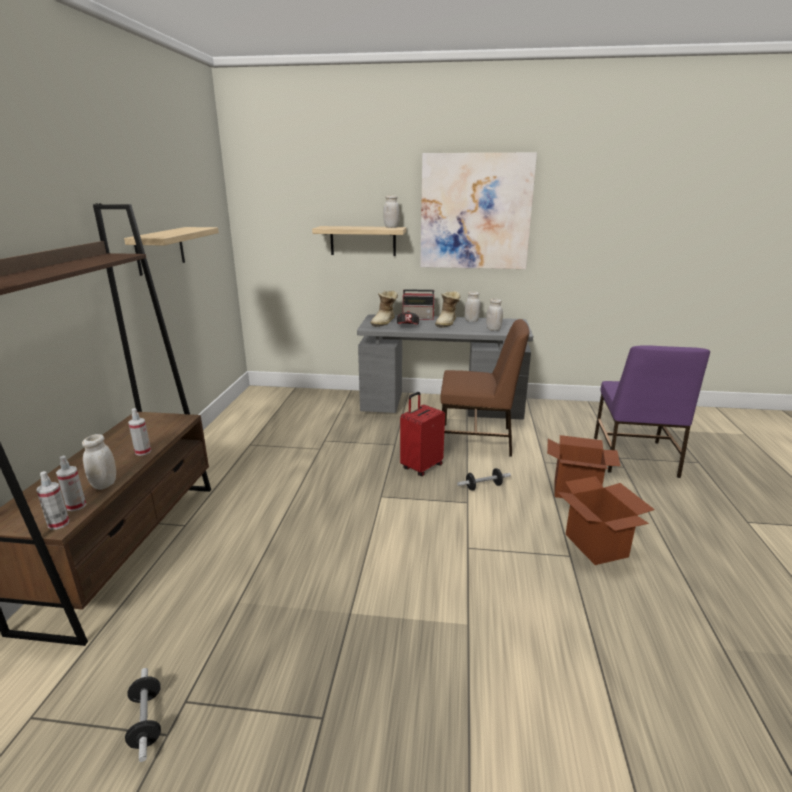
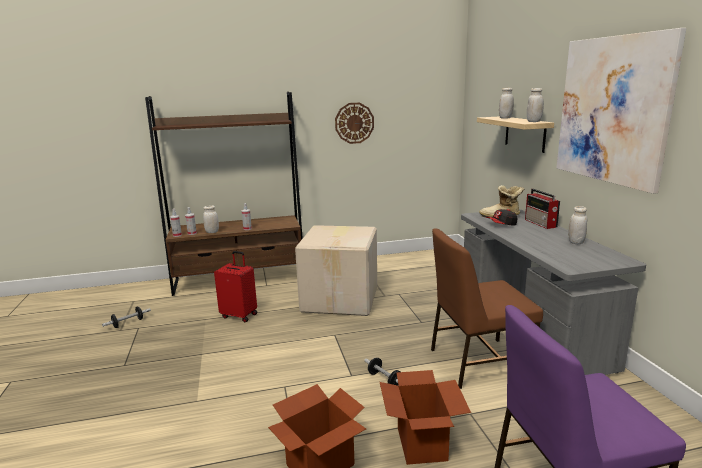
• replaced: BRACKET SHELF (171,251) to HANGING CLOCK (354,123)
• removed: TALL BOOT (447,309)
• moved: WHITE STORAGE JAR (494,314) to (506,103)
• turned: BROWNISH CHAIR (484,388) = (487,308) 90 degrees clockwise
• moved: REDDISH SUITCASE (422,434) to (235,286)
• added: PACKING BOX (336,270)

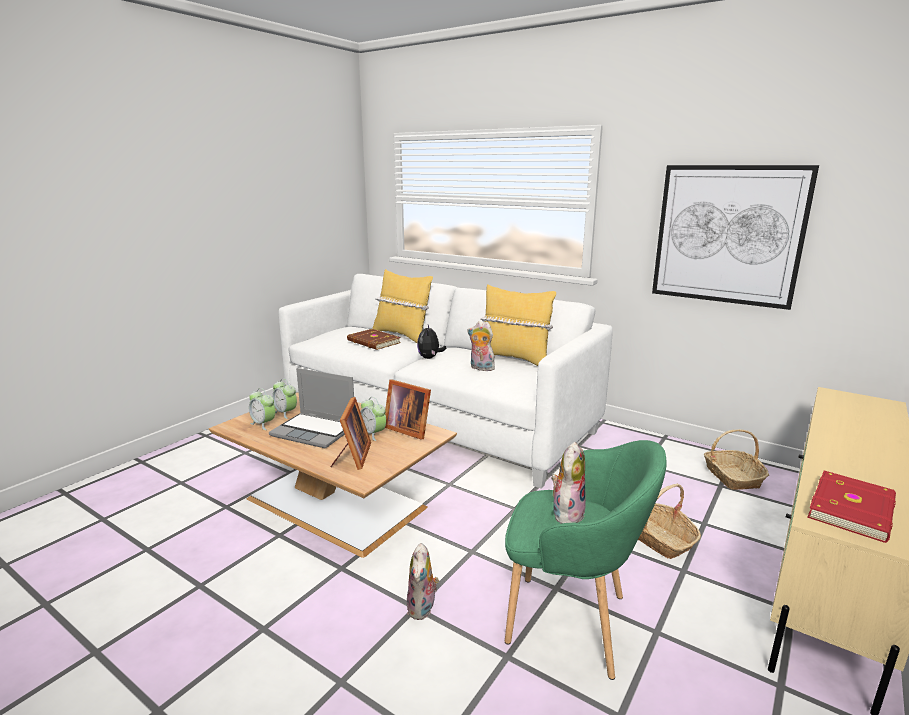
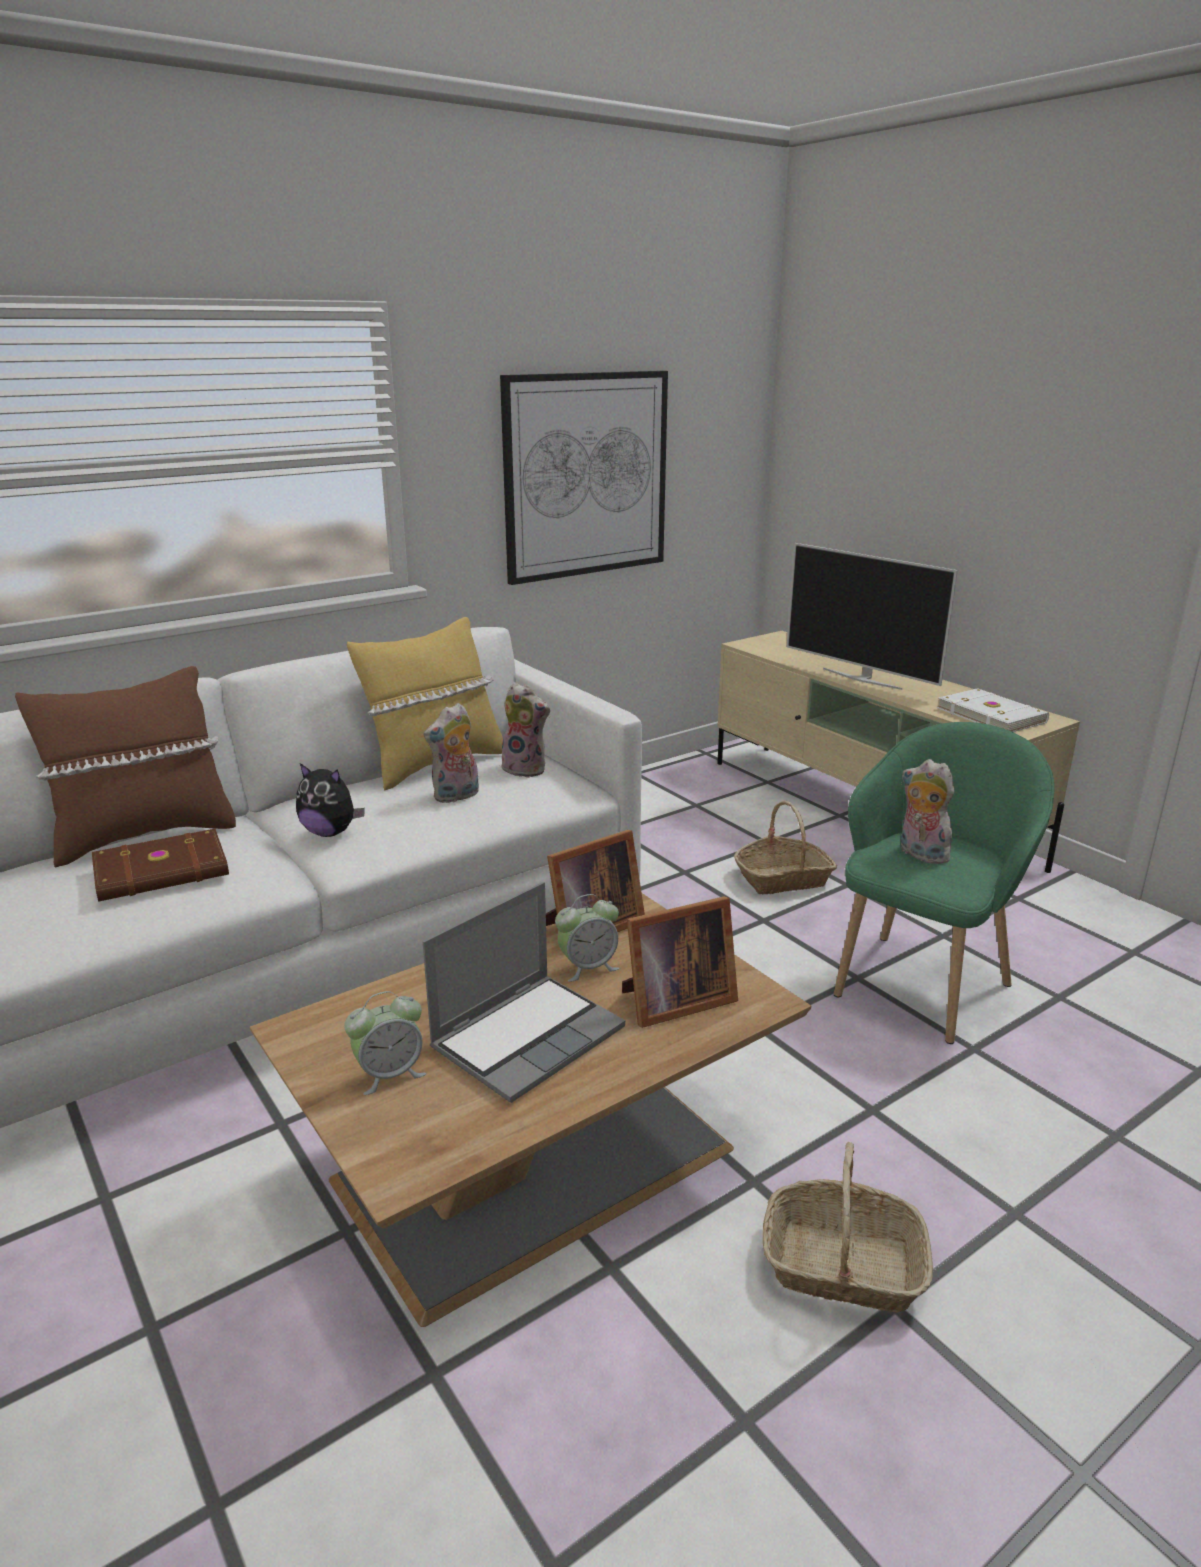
• recoloured: YELLOW-COLOURED PILLOW (402,306) to BROWNISH PILLOW (125,767)
• removed: ALARM CLOCK (262,409)
• turned: PHOTO FRAME (351,433) = (680,962) 135 degrees clockwise
• moved: STORAGE BASKET (736,459) to (848,1227)
• recoloured: REDDISH VOLUME (851,506) to WHITE VOLUME (993,710)
• moved: CUDDLY TOY (423,581) to (524,730)
• added: TELEVISION (872,616)

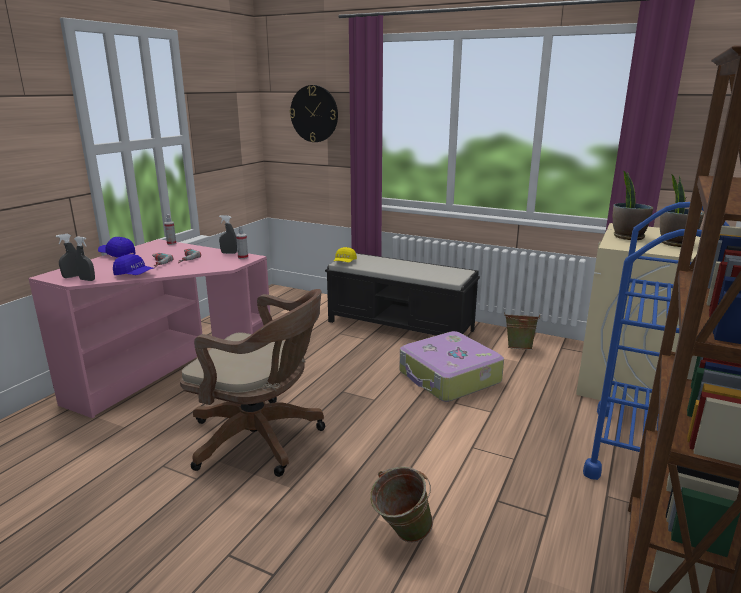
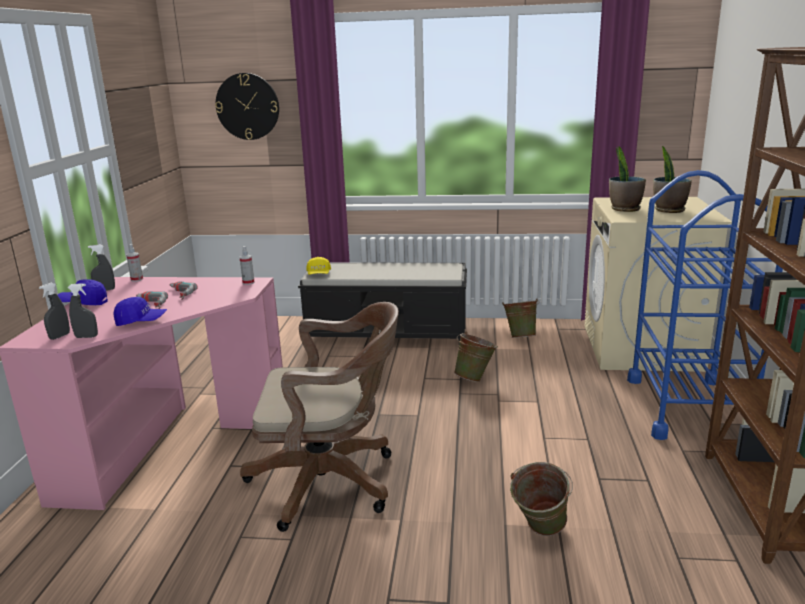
• moved: GREYISH SPRAY BOTTLE (228,234) to (101,268)
• replaced: SUITCASE (451,366) to GREEN-COLOURED PAIL (476,357)

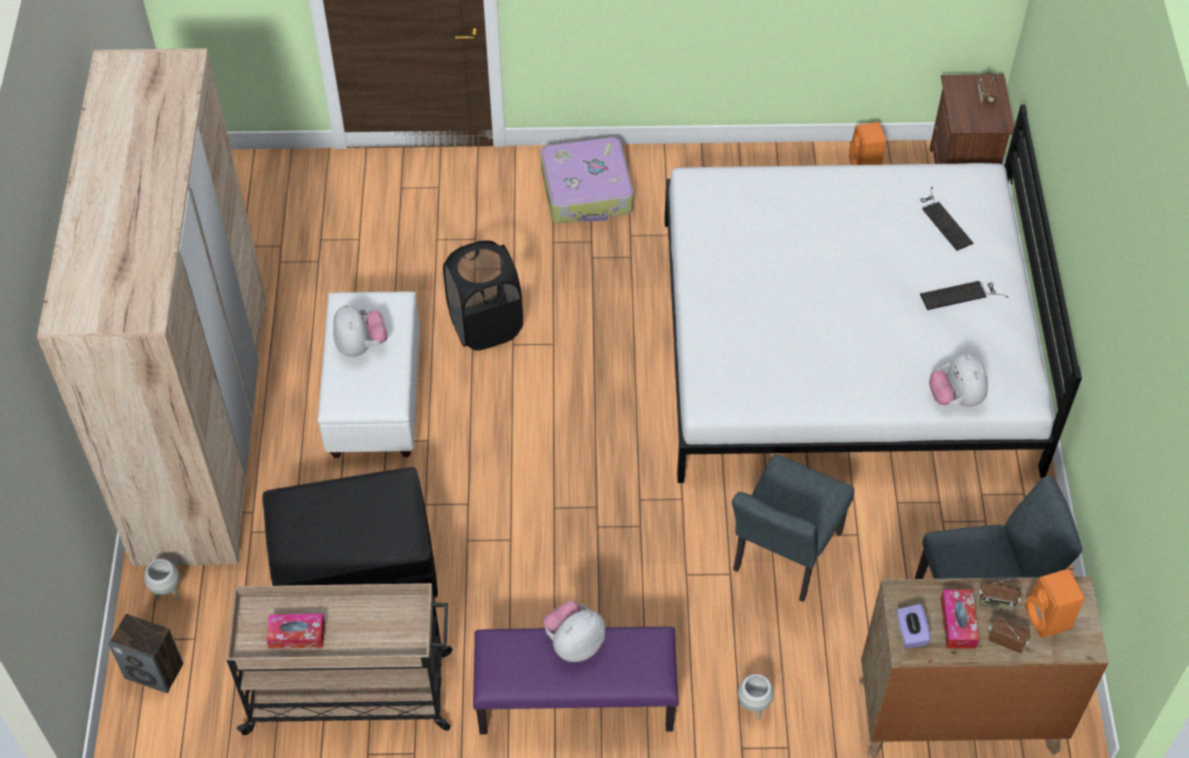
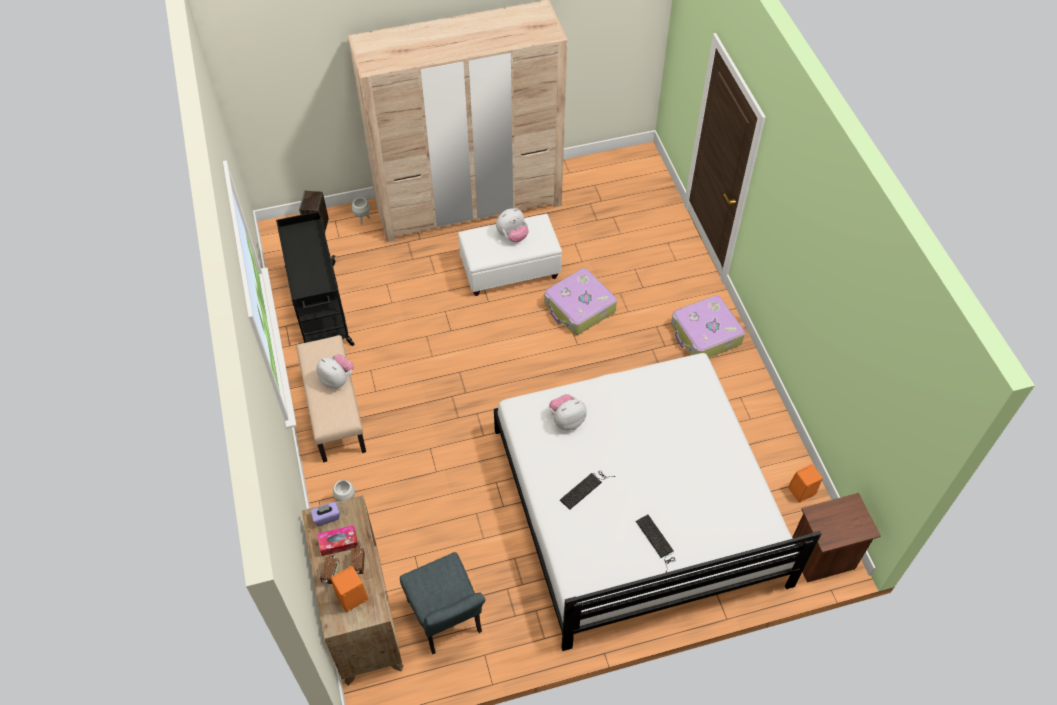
• removed: RADIO SET (988,88)
• moved: PC KEYBOARD (946,218) to (587,490)
• replaced: BLACK-COLOURED HAMPER (483,295) to SUITCASE (580,301)
• moved: CUDDLY TOY (958,379) to (568,412)
• removed: GREYISH CHAIR (793,527)
• removed: BLACK-COLOURED FOOTREST (350,533)
• recoloured: BEIGE-COLOURED TROLLEY (339,659) to BLACK-COLOURED TROLLEY (315,278)
• removed: TISSUE HOLDER (295,631)
• recoloured: PURPLISH LONG SEAT (575,680) to BEIGE-COLOURED LONG SEAT (331,398)

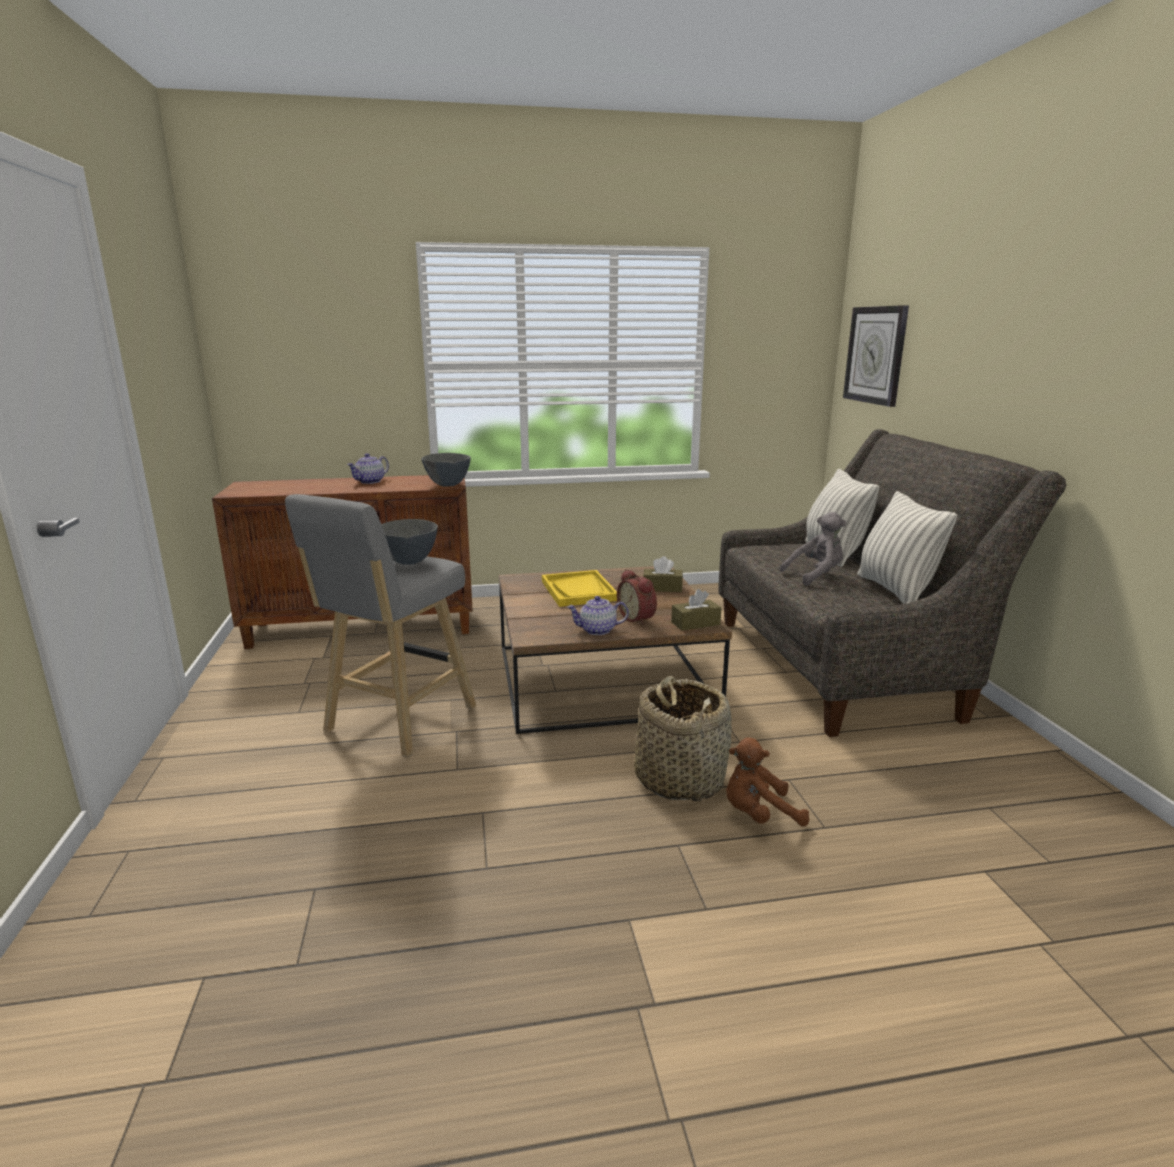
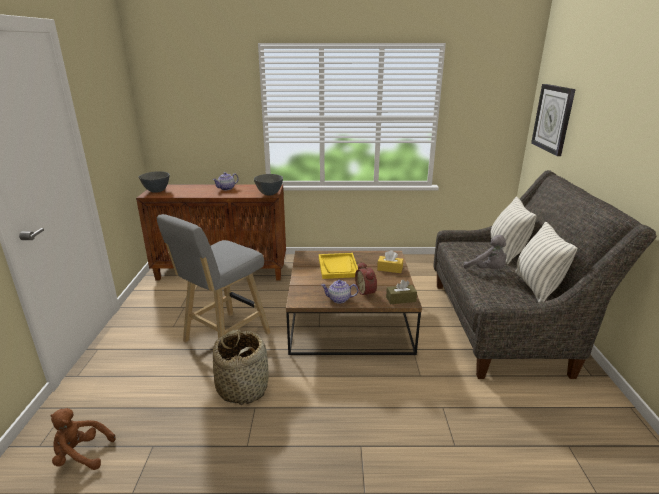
• turned: GREYISH CUDDLY TOY (813,549) = (484,252) 60 degrees clockwise
• moved: GREYISH BOWL (409,542) to (154,182)
• recoloured: BROWNISH TISSUE HOLDER (663,574) to YELLOW-COLOURED TISSUE HOLDER (390,261)
• moved: STORAGE BASKET (682,738) to (241,367)
• moved: BROWNISH CUDDLY TOY (767,781) to (83,439)

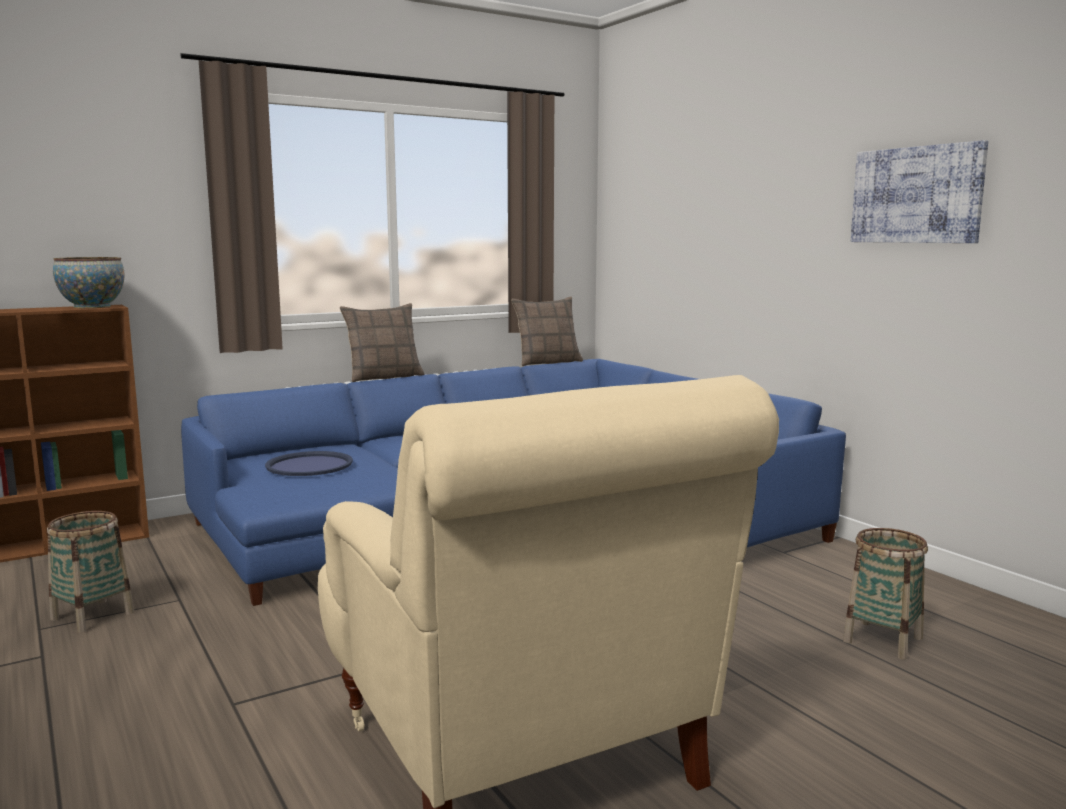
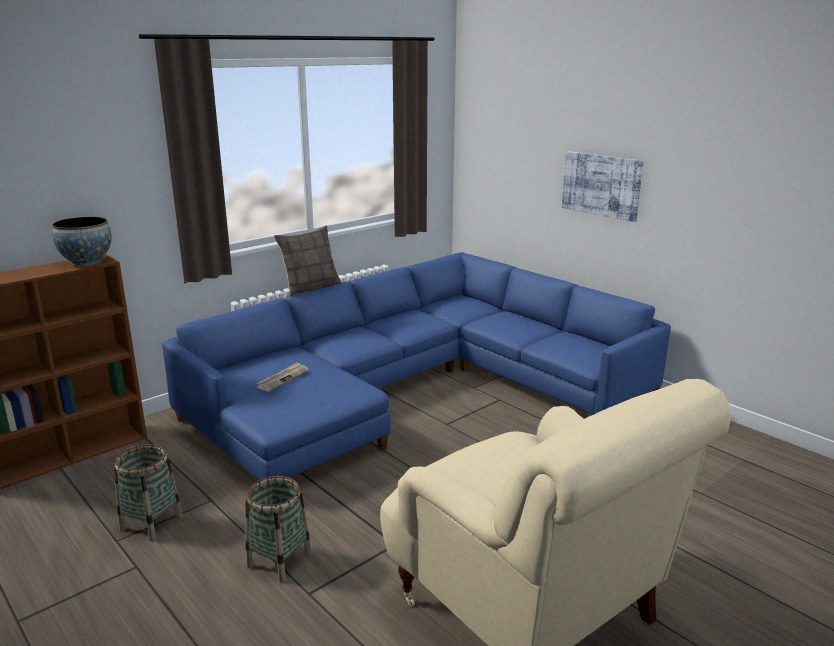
• moved: WALL ART (919,191) to (602,186)
• removed: PILLOW (547,331)
• replaced: BLUISH CARRYING TRAY (309,463) to PRINTED PAPER (282,377)
• moved: STORAGE BASKET (885,594) to (278,529)

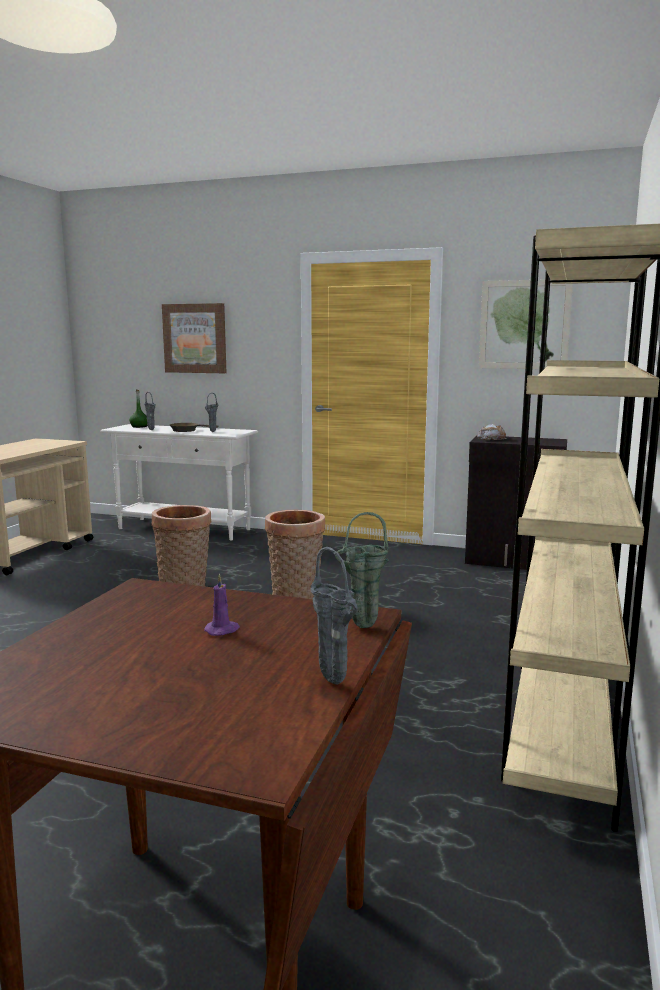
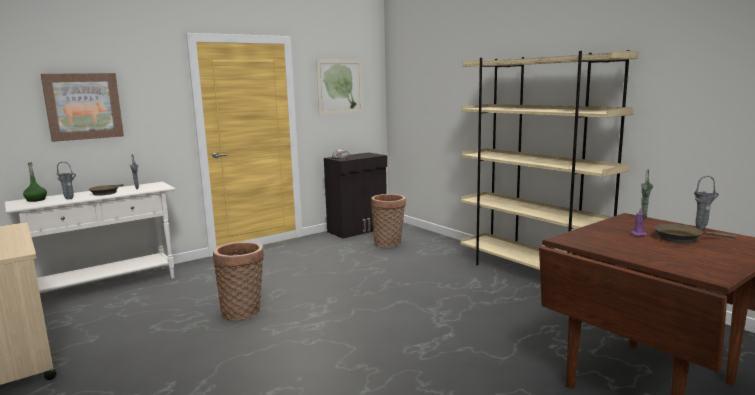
• moved: STORAGE BASKET (295,554) to (388,221)
• added: BROWNISH PAN (695,233)

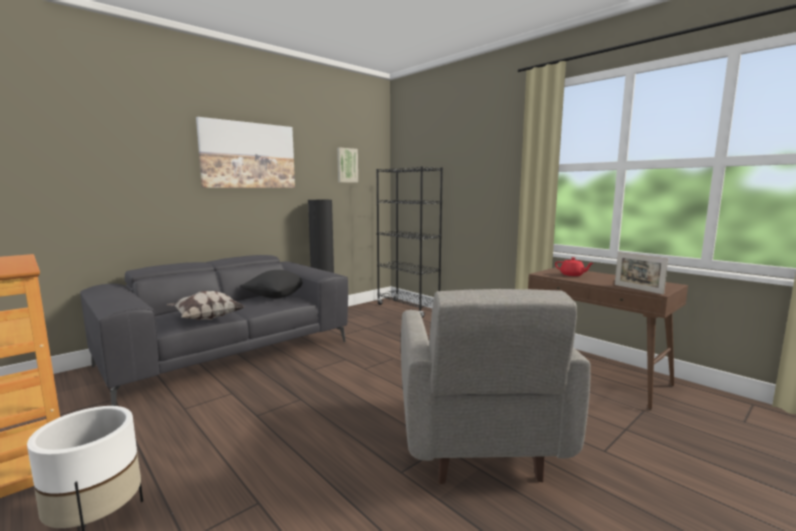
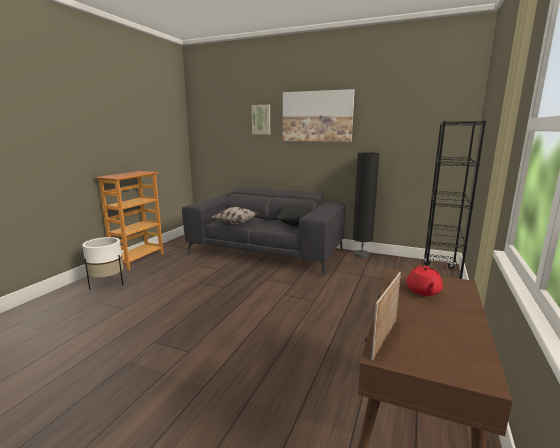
• moved: WALL ART (347,165) to (261,120)
• removed: GREYISH ARMCHAIR (496,386)

